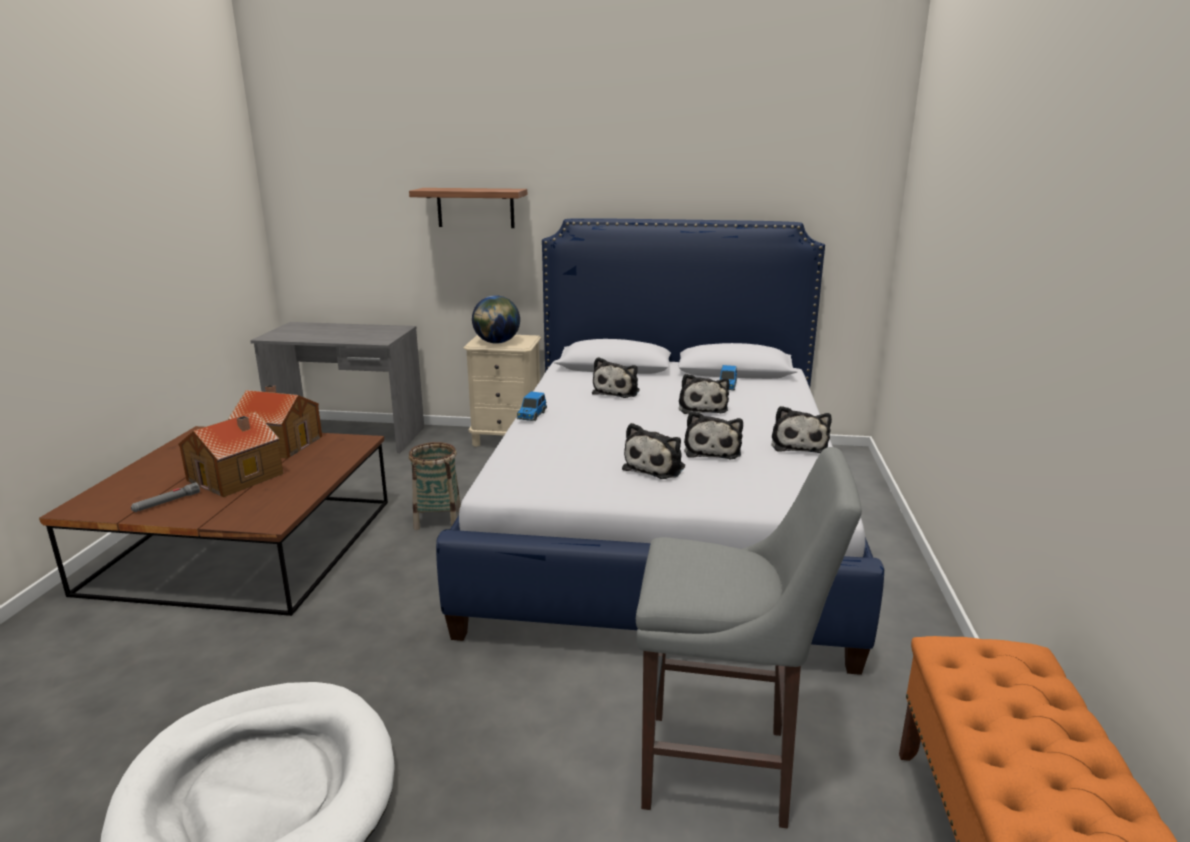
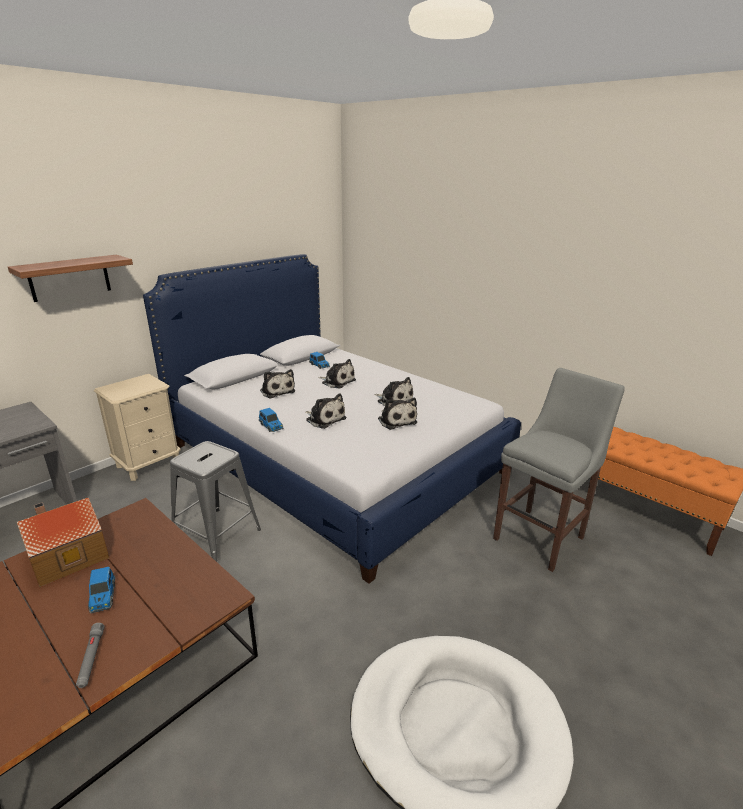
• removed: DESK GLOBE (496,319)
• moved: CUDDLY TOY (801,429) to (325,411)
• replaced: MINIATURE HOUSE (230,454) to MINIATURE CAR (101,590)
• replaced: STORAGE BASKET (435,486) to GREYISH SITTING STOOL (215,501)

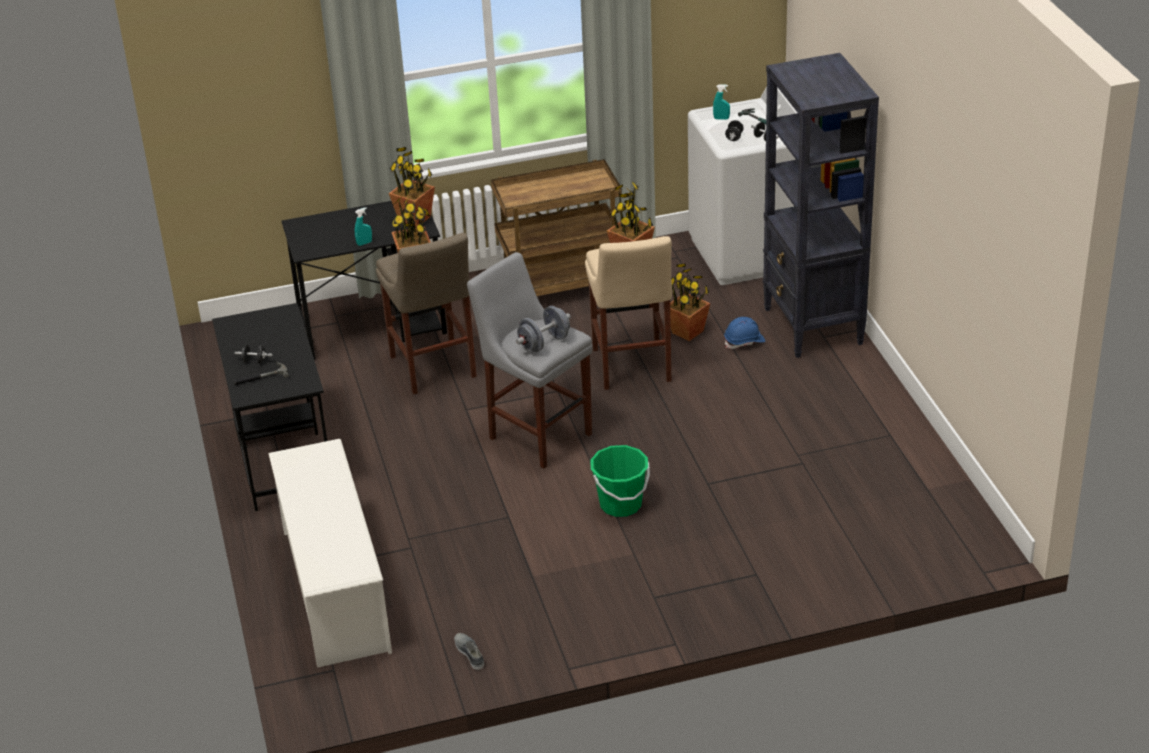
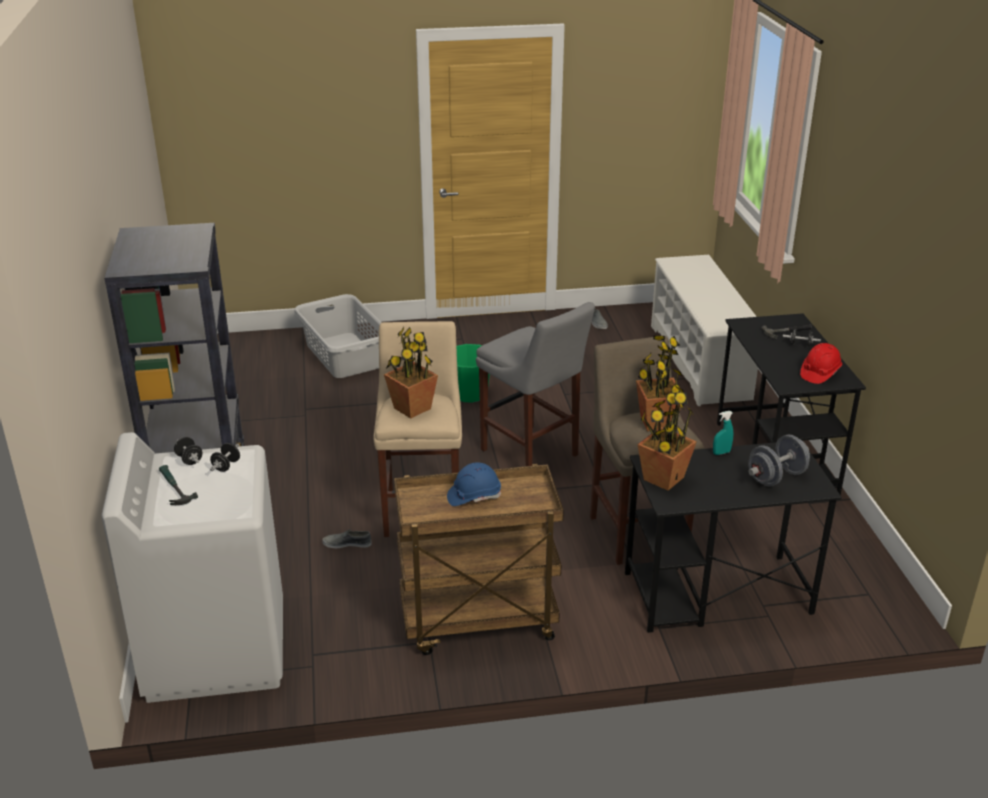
• removed: TURQUOISE-COLOURED SPRAY BOTTLE (721,102)
• replaced: POTTED PLANT (690,302) to GREYISH ITEM OF FOOTWEAR (347,538)
• moved: GREYISH HAND WEIGHT (543,329) to (779,461)
• moved: BLUISH SAFETY HELMET (744,333) to (474,484)
• added: GREYISH HAMPER (338,336)
• added: REDDISH SAFETY HELMET (821,363)

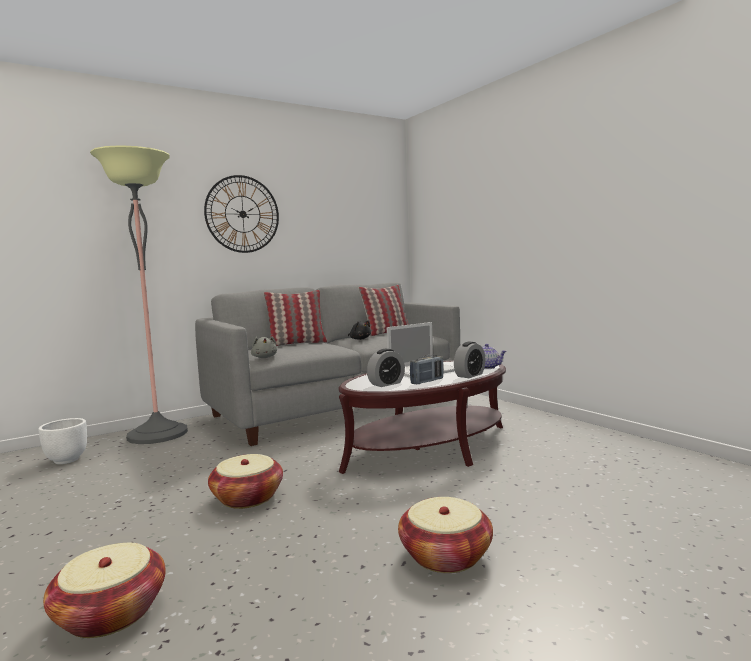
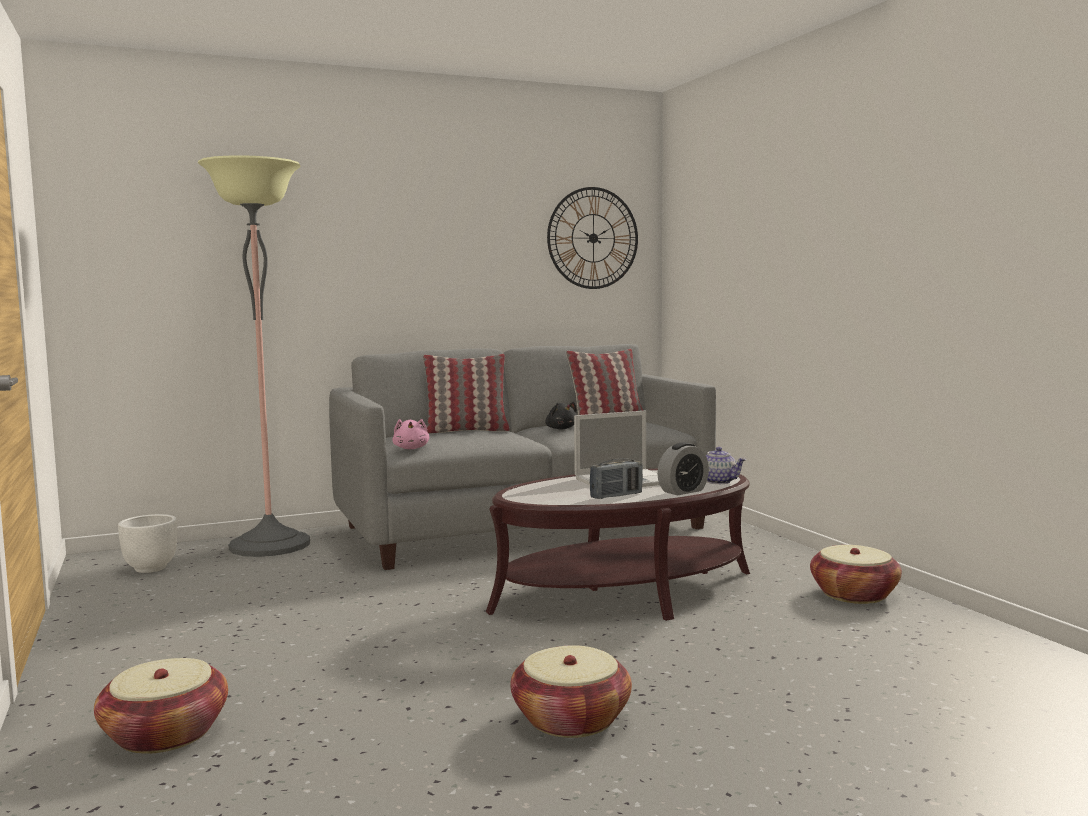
• moved: HANGING CLOCK (241,214) to (592,238)
• recoloured: GREYISH CUDDLY TOY (264,347) to PINK-COLOURED CUDDLY TOY (410,434)
• removed: ALARM CLOCK (386,368)
• moved: STORAGE BASKET (245,481) to (856,574)

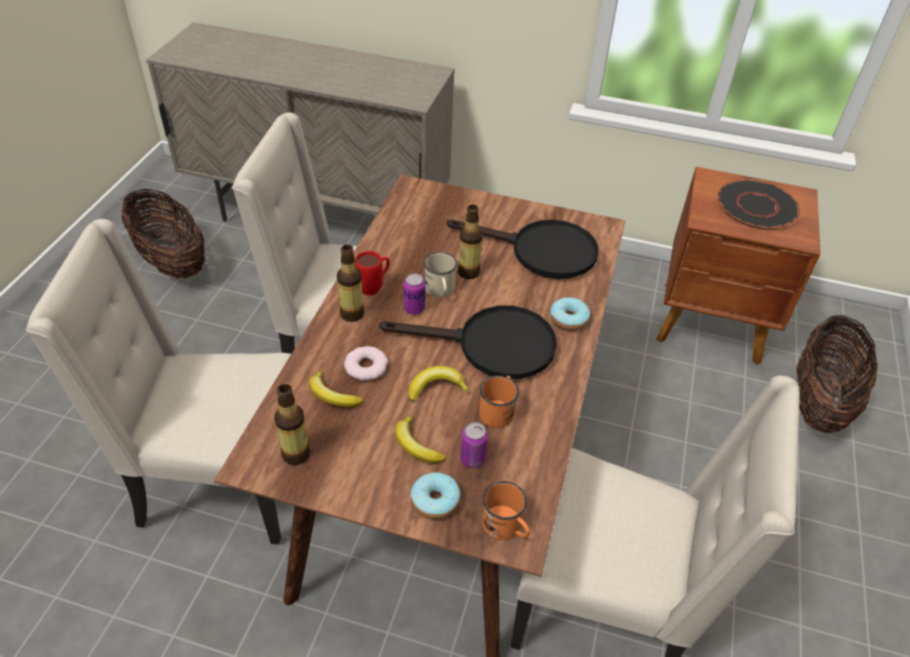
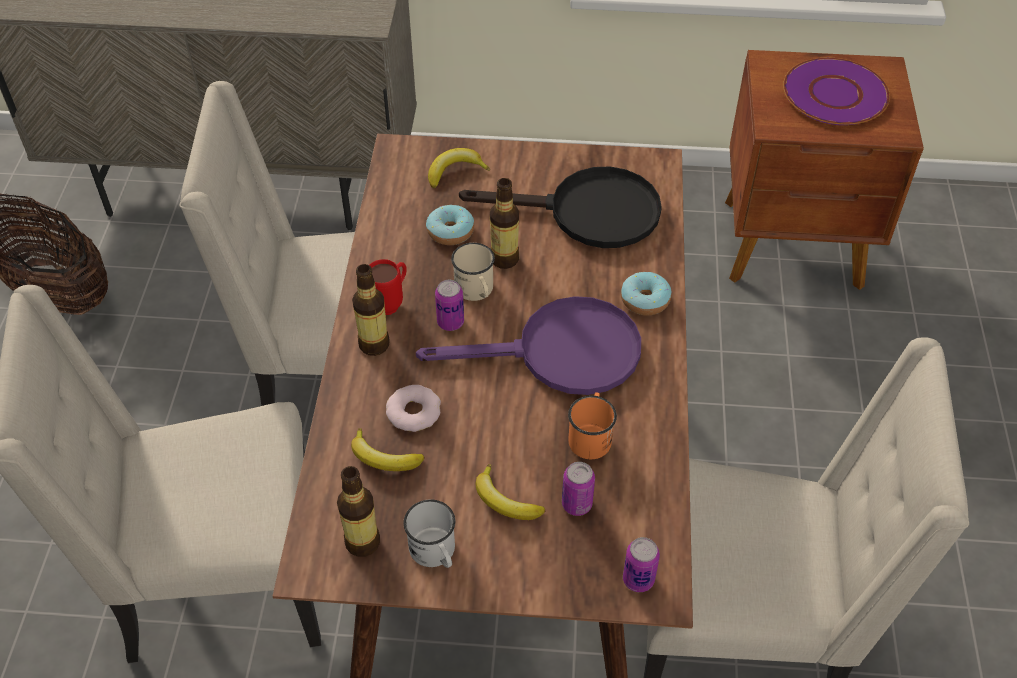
• recoloured: BLACK-COLOURED DINNER PLATE (759,204) to PURPLISH DINNER PLATE (836,91)
• recoloured: BLACK-COLOURED PAN (468,342) to PURPLISH PAN (528,345)
• removed: STORAGE BASKET (837,373)
• moved: BANANA FRUIT (439,384) to (459,168)
• moved: RING DOUGHNUT (435,495) to (450,225)
• replaced: ORANGE TEA MUG (506,510) to SEALED CAN (641,564)
• added: WHITE TEA MUG (429,533)

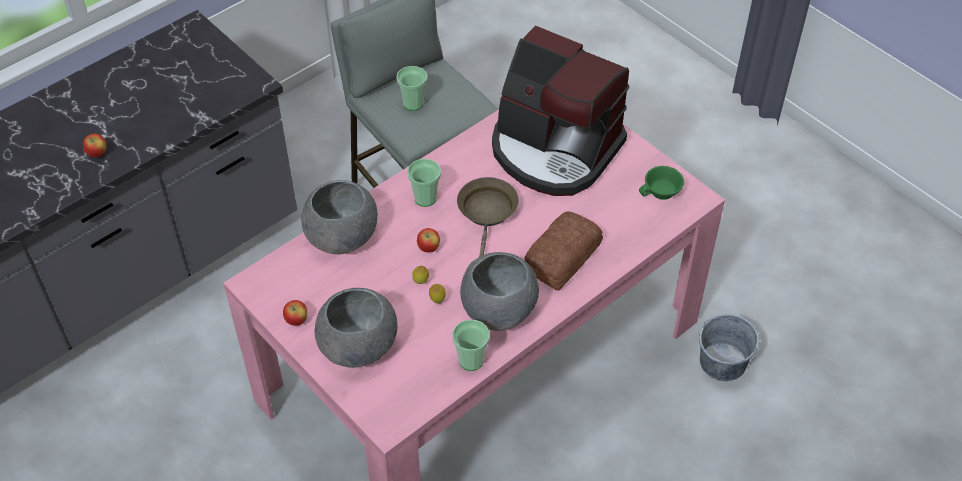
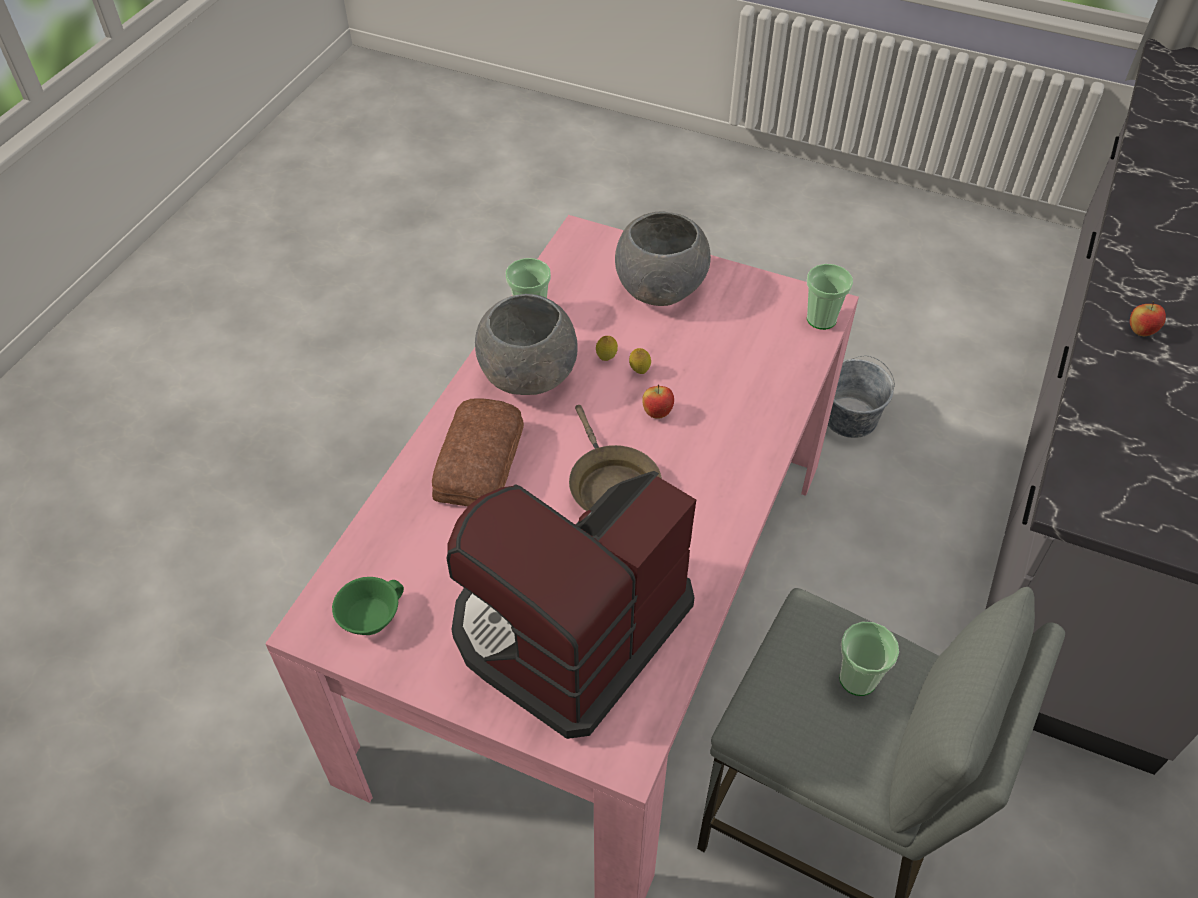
• turned: COFFEE MACHINE (560,111) = (571,605) 60 degrees counterclockwise
• moved: CUP (424,183) to (830,297)
• removed: GREYISH BOWL (339,217)
• removed: APPLE FRUIT (295,313)
• moved: GREYISH PAIL (729,347) to (861,396)

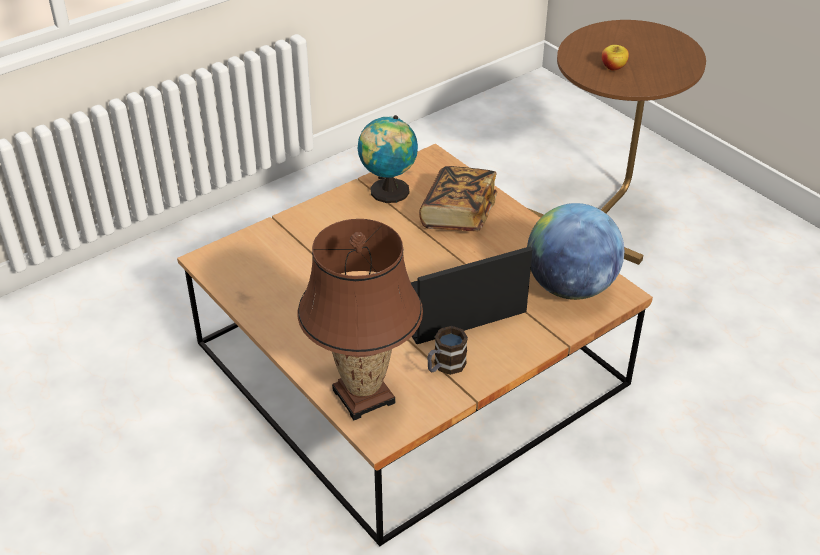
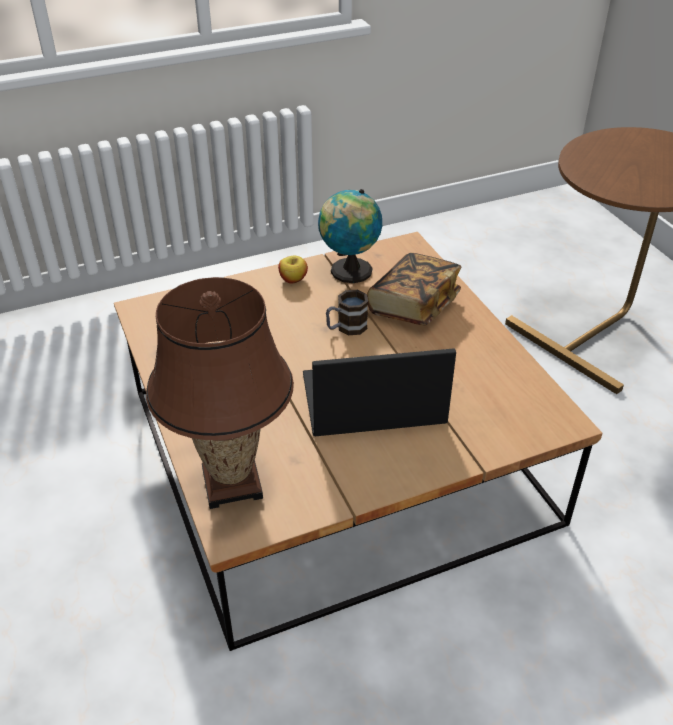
• moved: APPLE FRUIT (615,58) to (293,270)
• removed: DESK GLOBE (575,251)
• moved: TEA MUG (447,350) to (347,312)

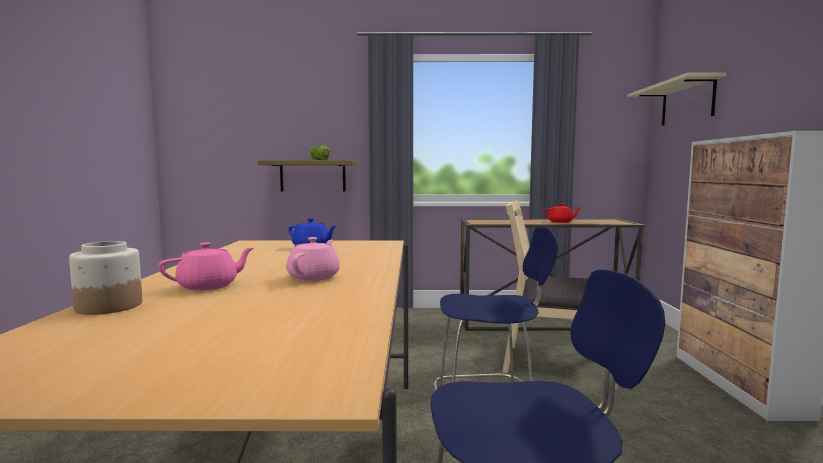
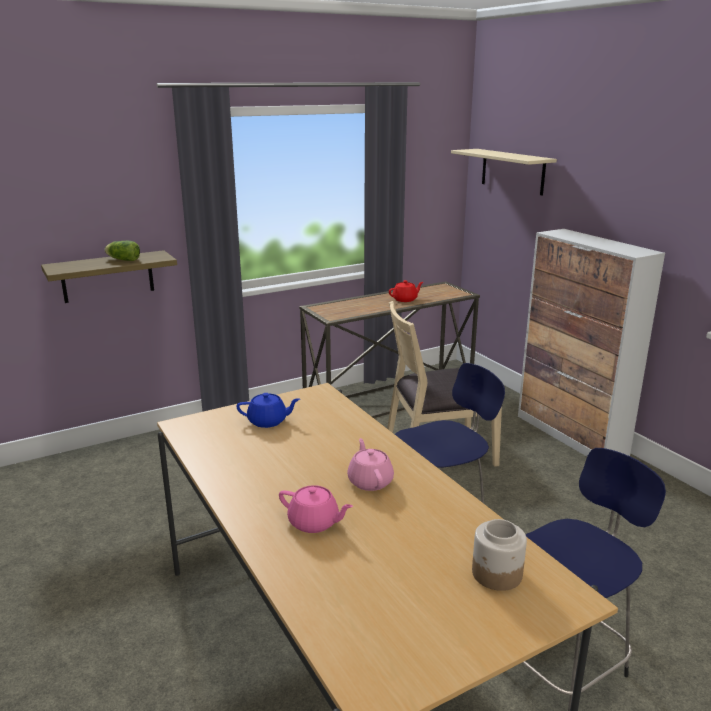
• moved: STORAGE JAR (105,278) to (499,555)
• turned: PINK-COLOURED POT FOR TEA (206,266) = (316,509) 90 degrees clockwise

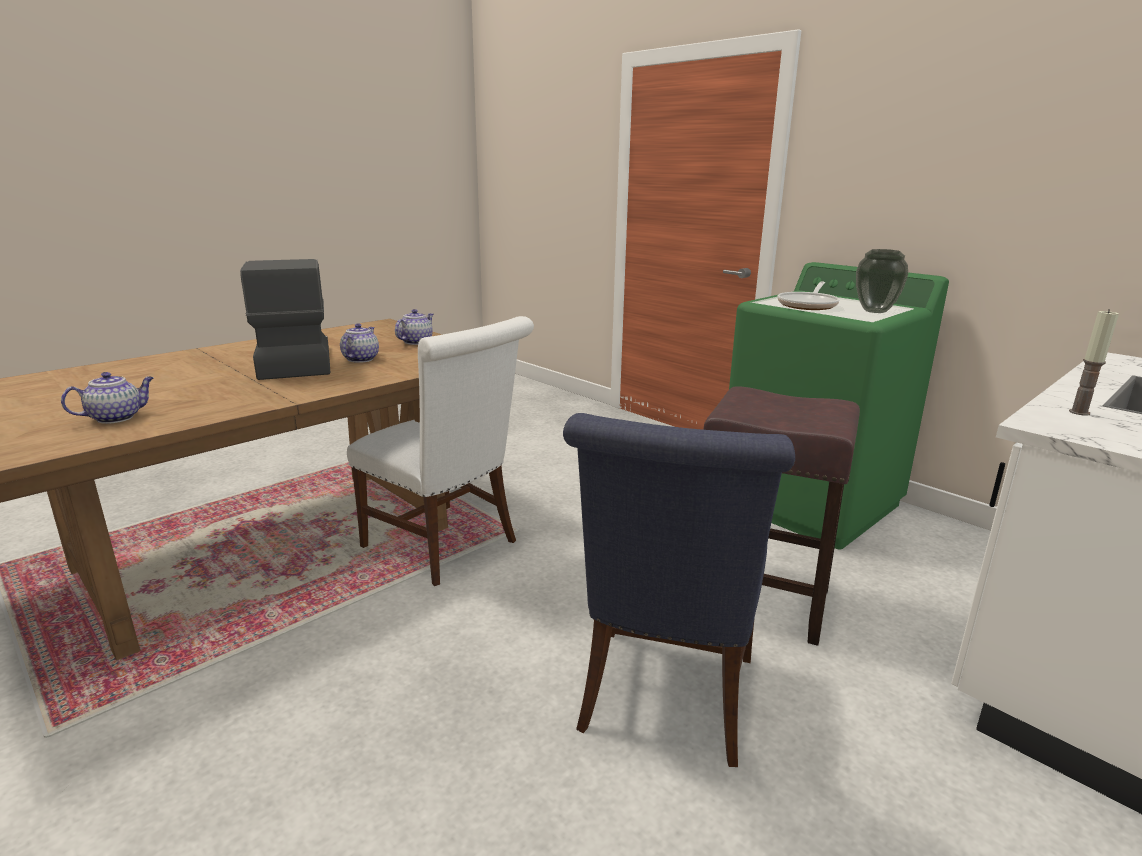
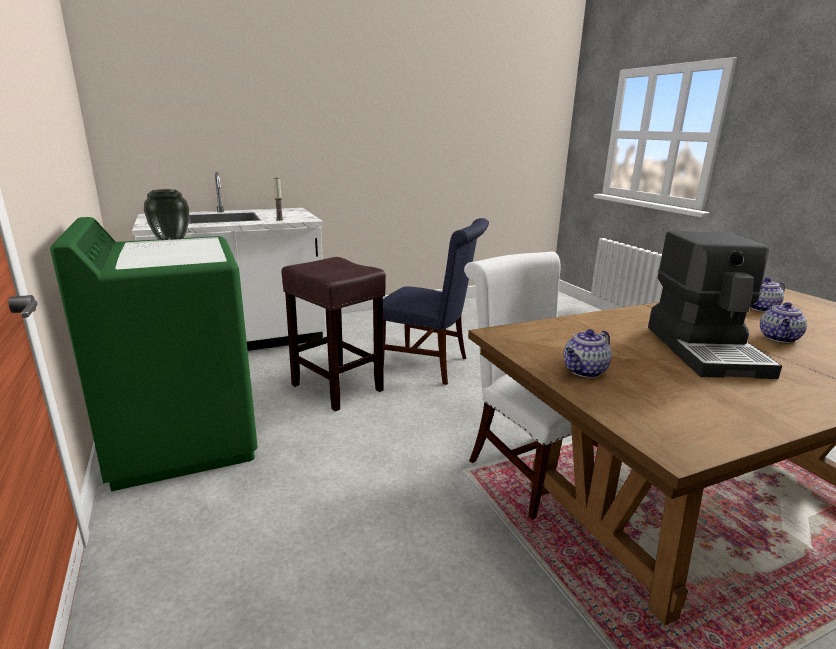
• removed: PAN (808,295)
• moved: POT FOR TEA (359,343) to (783,322)
• turned: BLUISH CHAIR (679,590) = (436,301) 75 degrees clockwise

